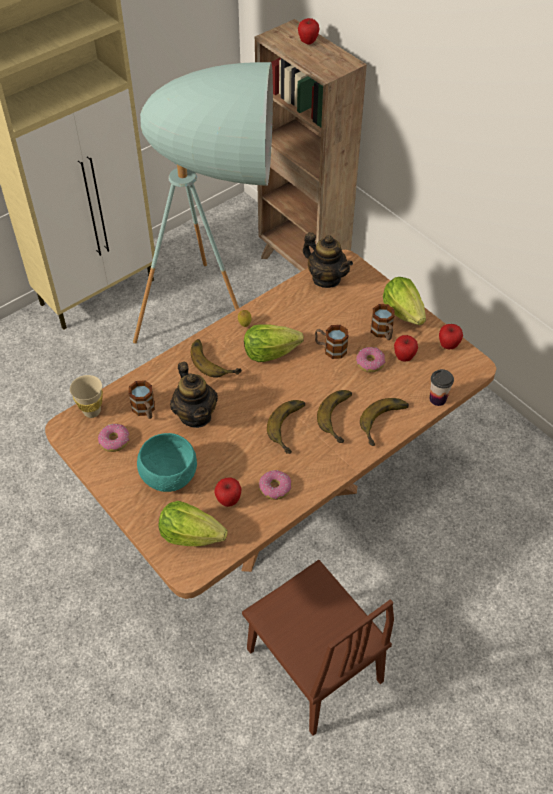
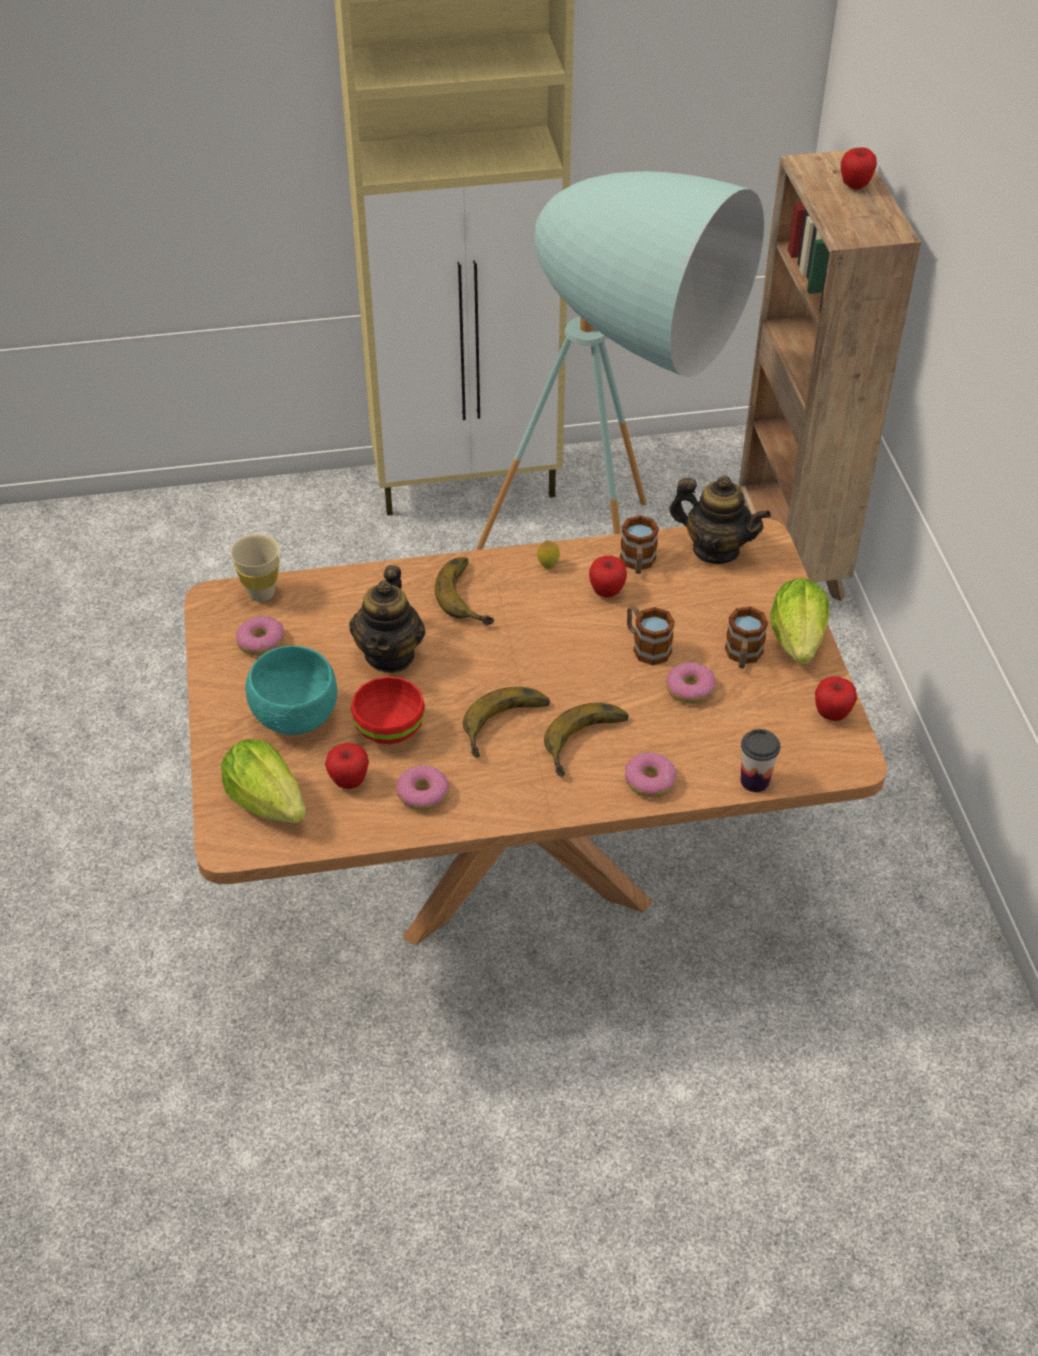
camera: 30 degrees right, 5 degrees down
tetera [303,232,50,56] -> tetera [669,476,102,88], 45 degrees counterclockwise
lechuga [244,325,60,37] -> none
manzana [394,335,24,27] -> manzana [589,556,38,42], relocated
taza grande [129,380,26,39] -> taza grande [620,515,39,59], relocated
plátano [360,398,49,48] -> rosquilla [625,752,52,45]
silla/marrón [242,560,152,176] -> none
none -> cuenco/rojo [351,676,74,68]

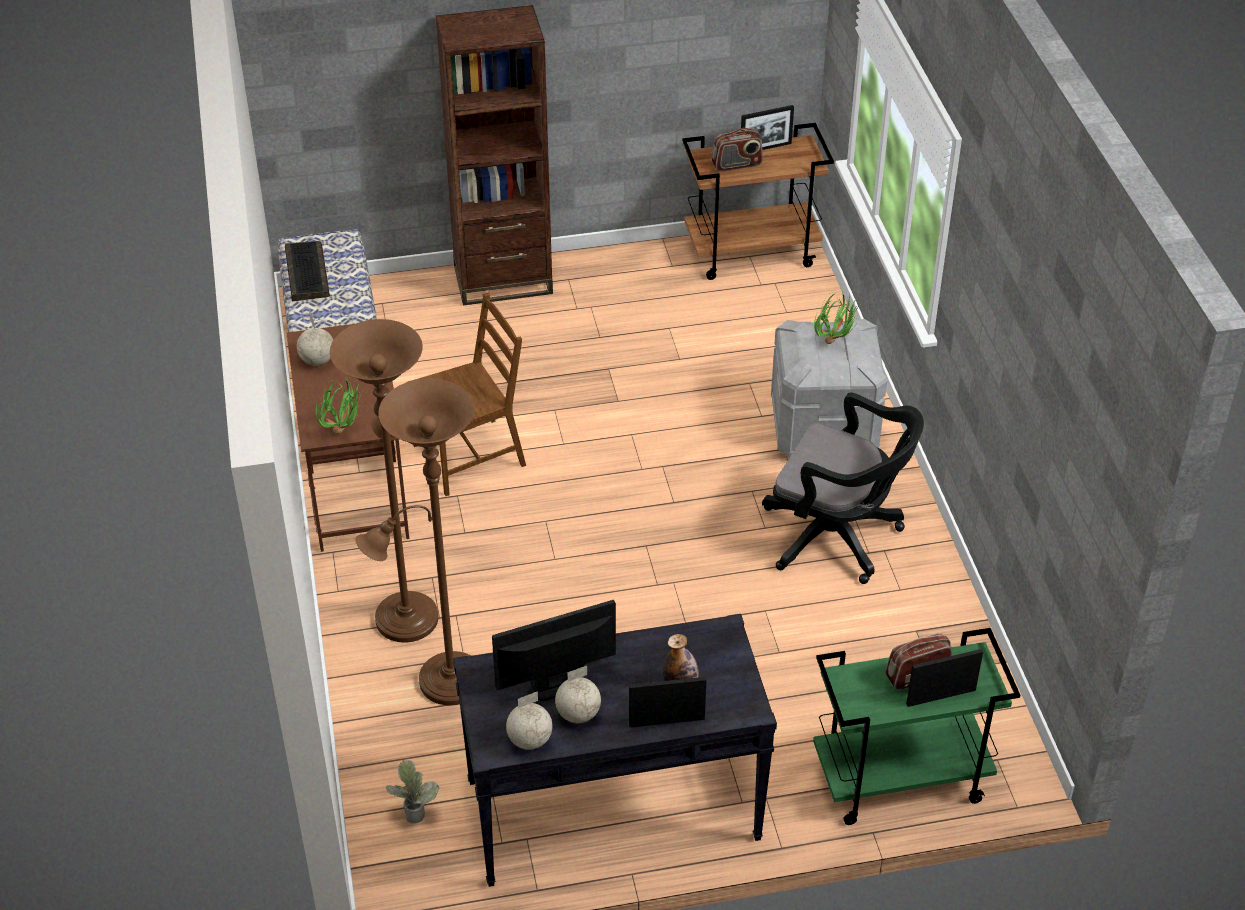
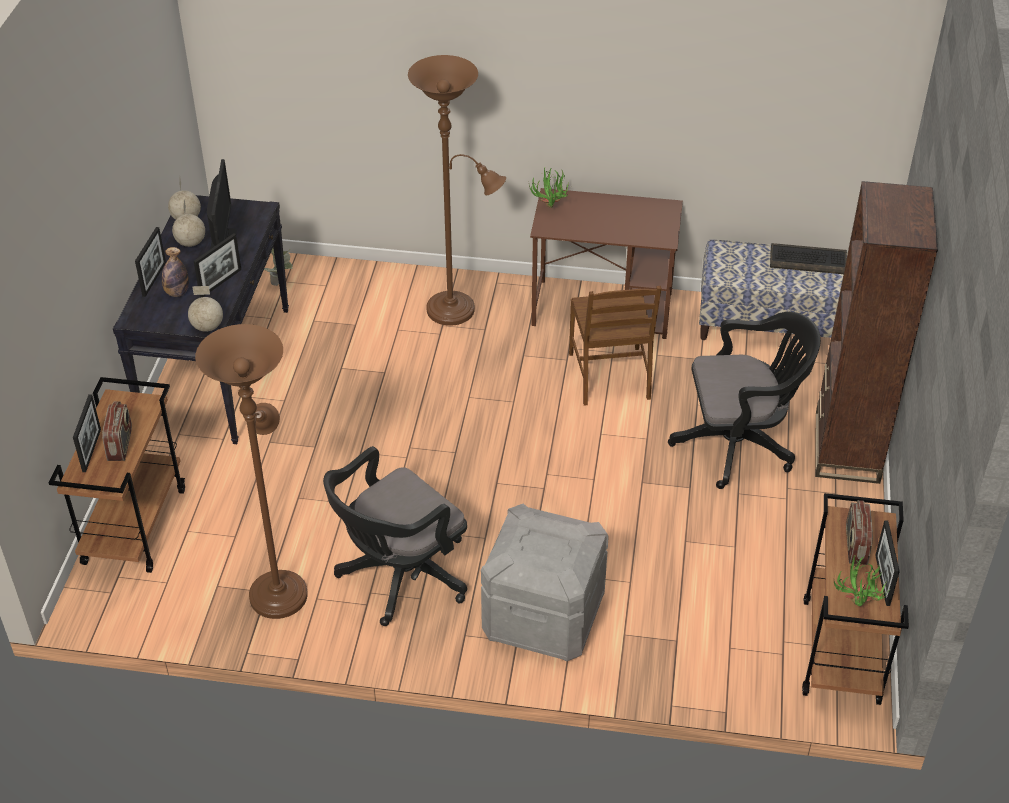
camera: 110 degrees right, 0 degrees up
planta en maceta [814,292,47,52] -> planta en maceta [834,555,58,51], relocated
globo terráqueo [297,312,36,54] -> globo terráqueo [188,286,35,46], relocated
lámpara de pie/marrón [355,378,119,327] -> lámpara de pie/marrón [195,324,113,295], relocated
carrito/verde [813,628,208,197] -> carrito/marrón [49,377,136,196]
none -> portarretratos [194,233,47,64]
none -> silla de oficina/negro [668,312,153,177]

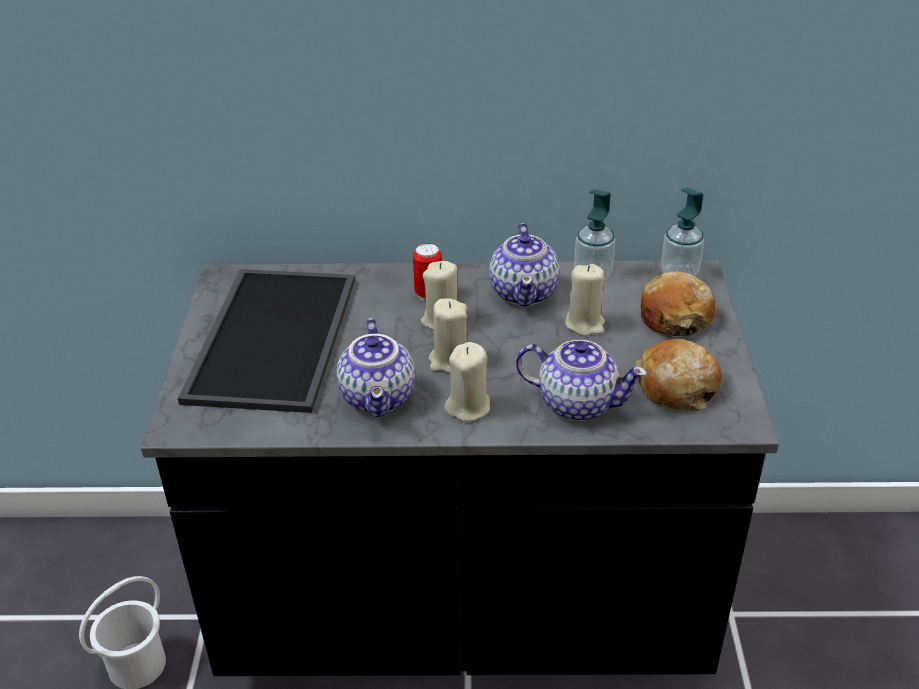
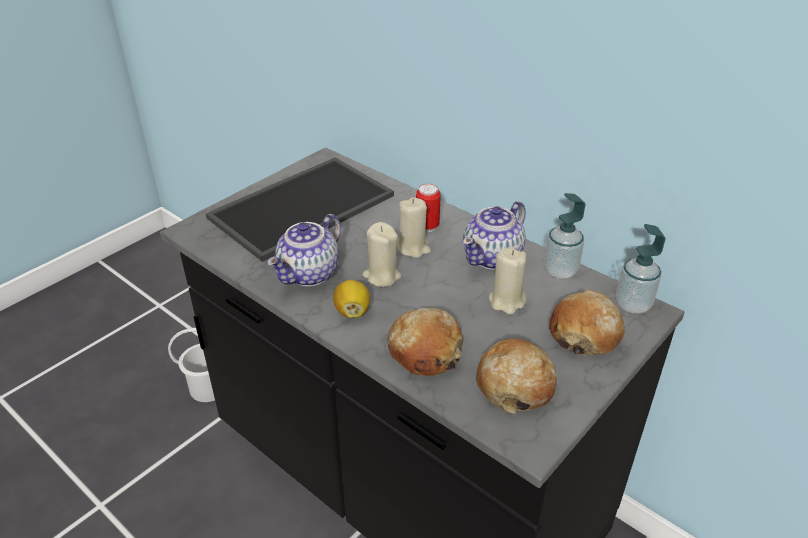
camera: 40 degrees right, 0 degrees up
tetera [516,340,131,81] -> pan [387,308,76,68]
vela/beis [444,342,46,80] -> limón [333,280,37,38]

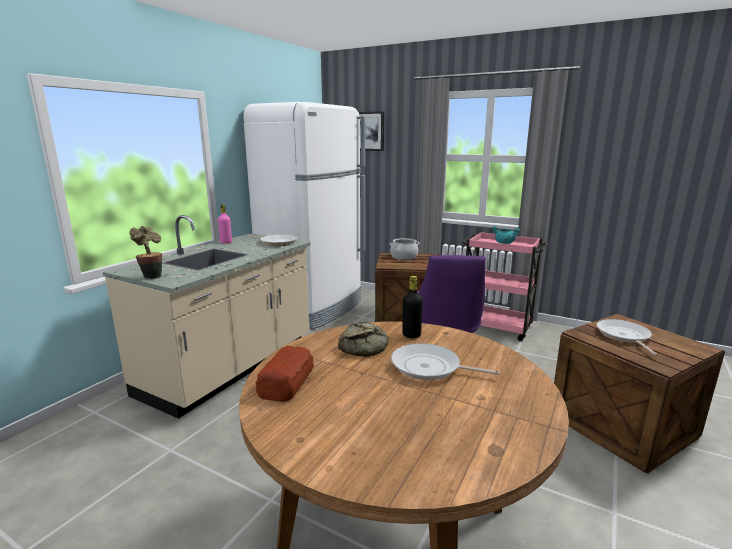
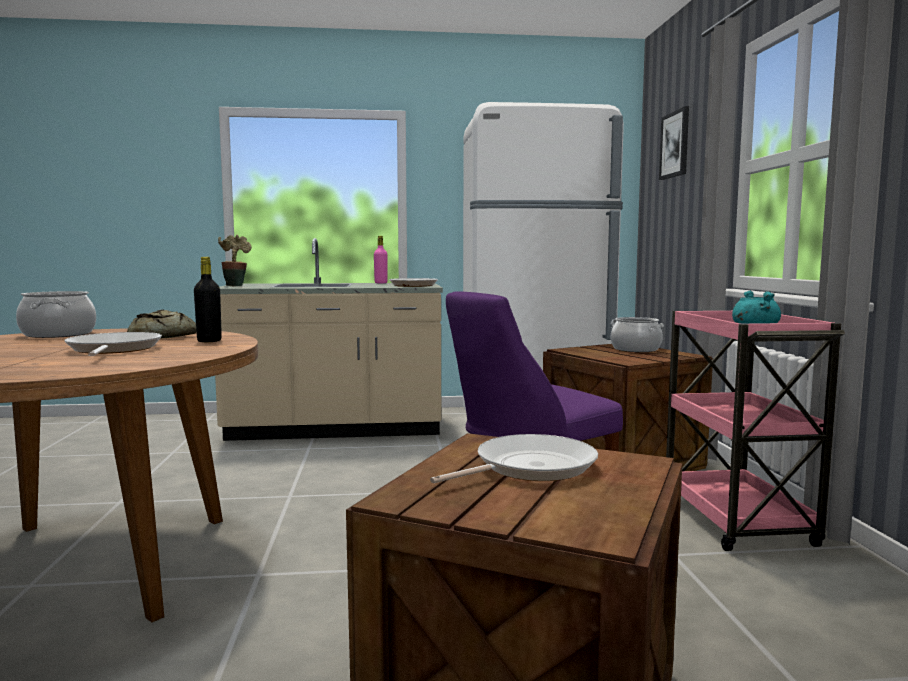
camera: 55 degrees right, 10 degrees down
pan [255,346,59,56] -> olla [16,291,80,47]

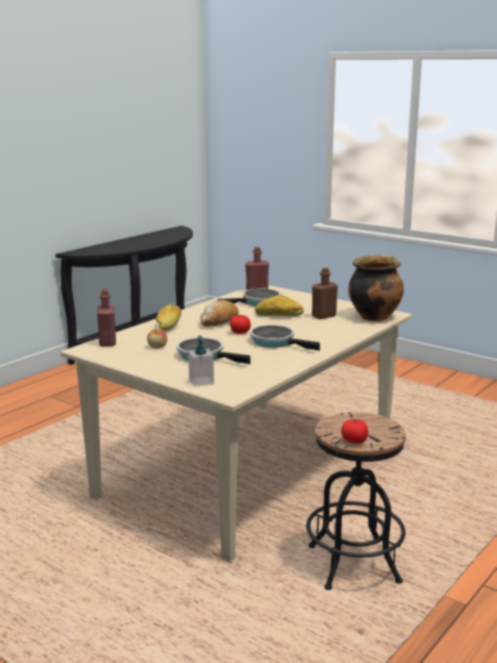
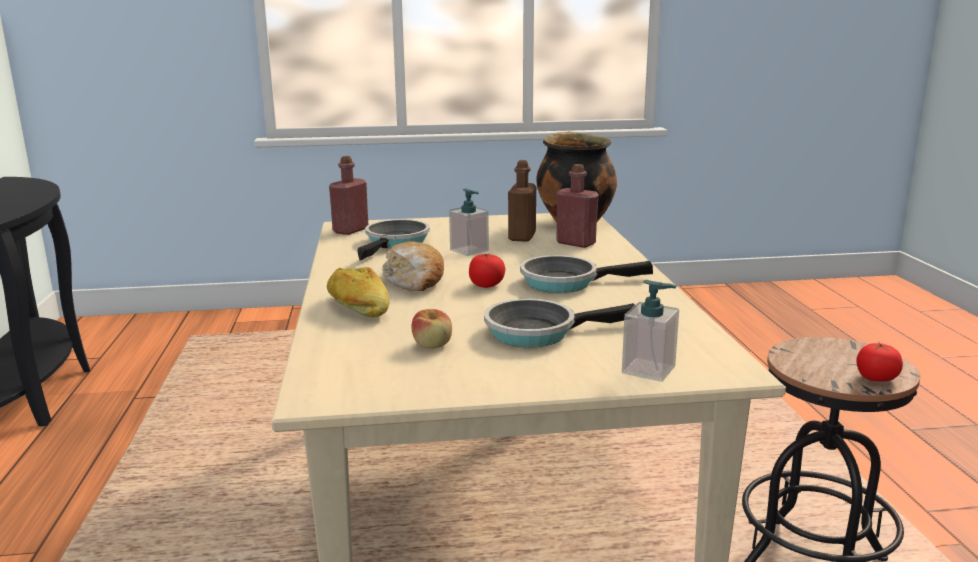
camera: 45 degrees left, 0 degrees up
botella/rojo [97,289,19,57] -> botella/rojo [556,164,43,84], relocated
pan [255,295,49,21] -> dispensador de jabón [449,189,40,67]

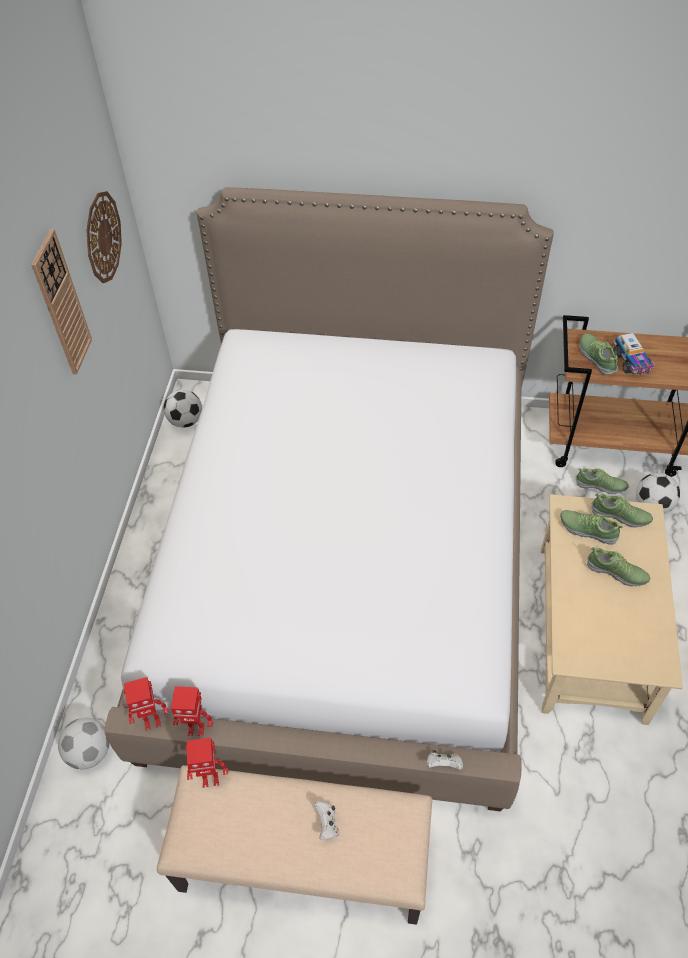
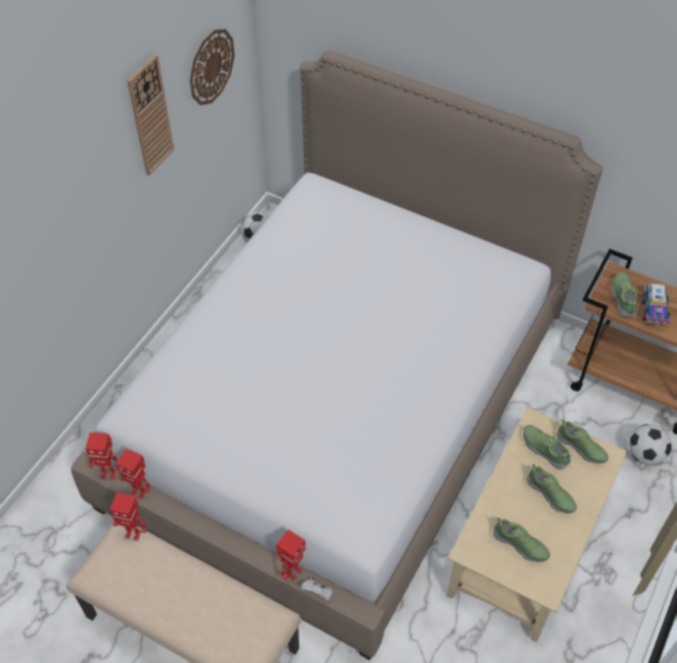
camera: 20 degrees right, 0 degrees up
zapato [576,468,53,26] -> zapato [493,518,57,44], relocated
balón de fútbol [58,718,52,51] -> none
mando de consola/blanco [314,801,25,39] -> none
none -> robot de juguete [276,529,30,52]

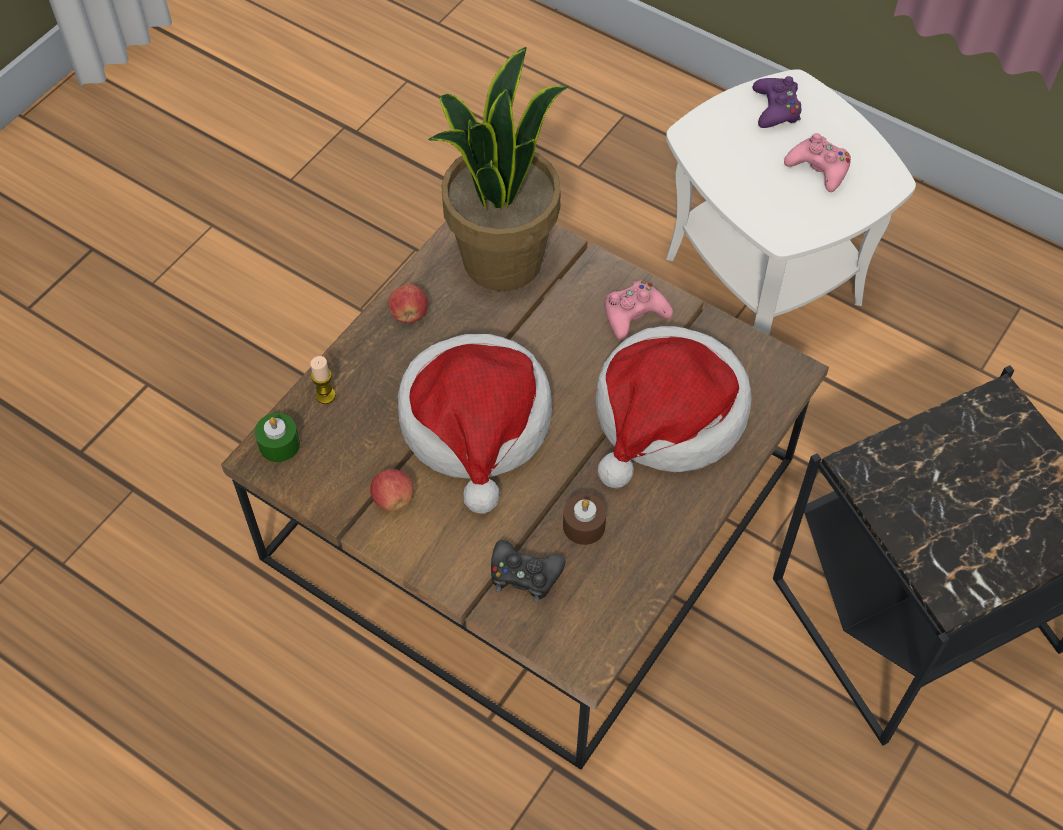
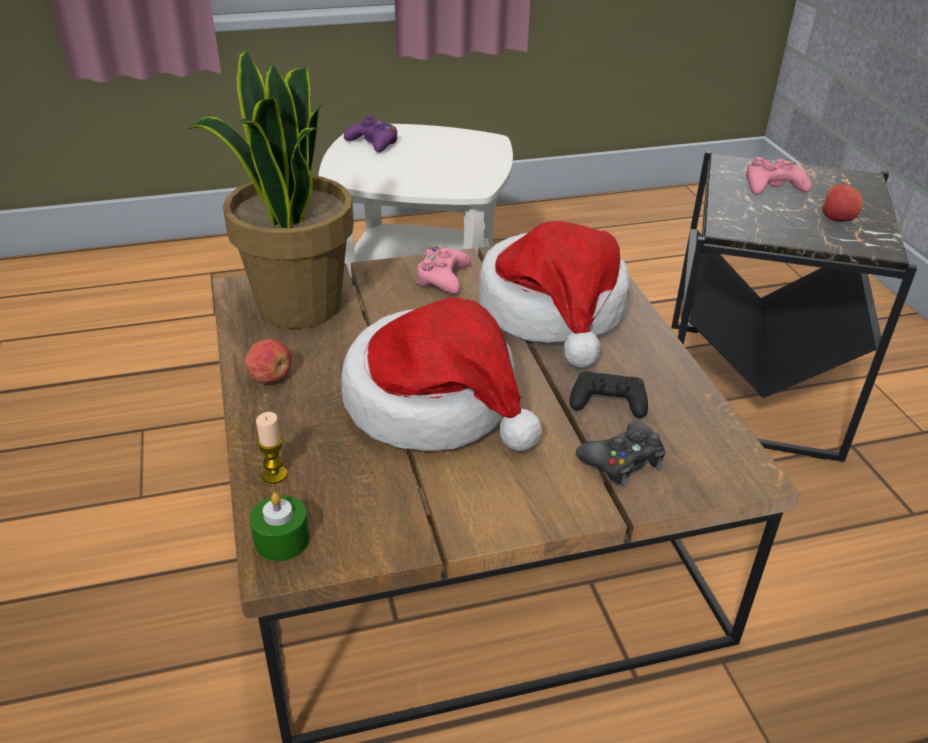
camera: 50 degrees left, 20 degrees down
mando de consola/rosa [784,133,67,59] -> mando de consola/rosa [746,157,65,38], relocated
manzana [370,469,44,42] -> manzana [822,184,41,38], relocated
vela/marrón [563,494,43,51] -> mando de consola/negro [570,371,78,47]

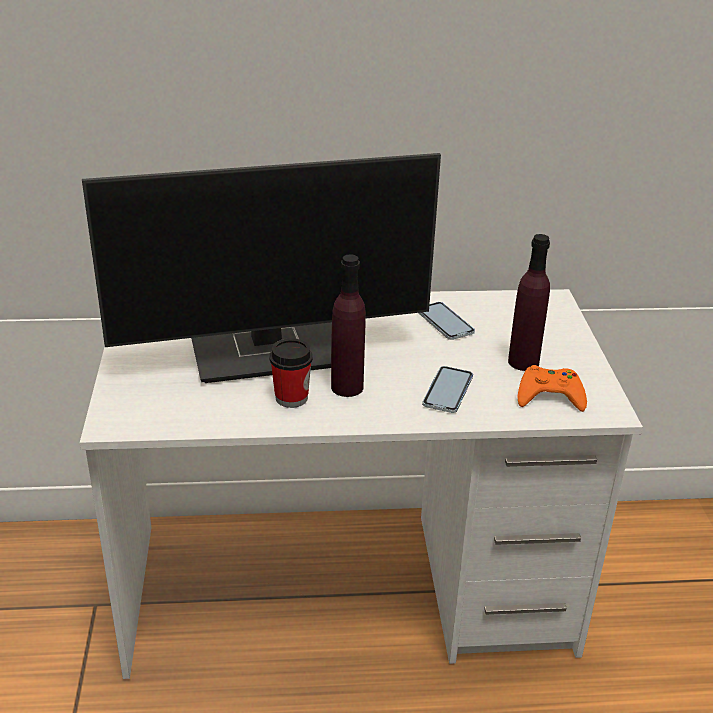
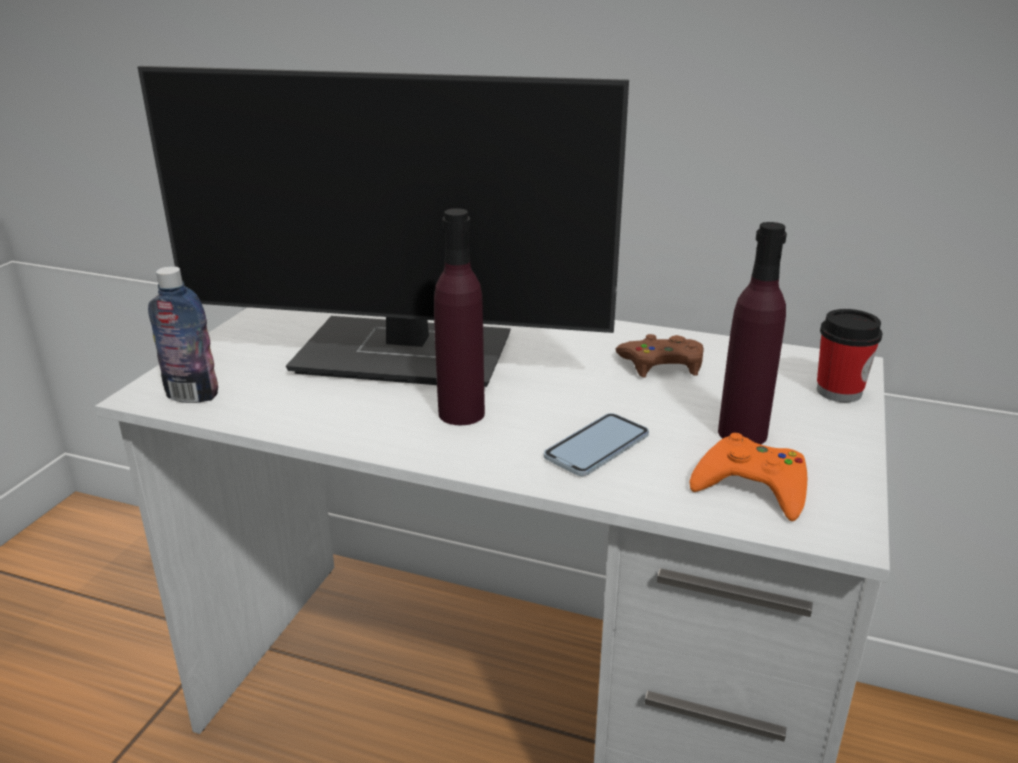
camera: 25 degrees right, 5 degrees down
móvil [419,302,56,38] -> mando de consola/marrón [615,334,89,43]
taza [270,338,43,70] -> taza [817,309,65,93], relocated
none -> botella [148,266,70,137]

